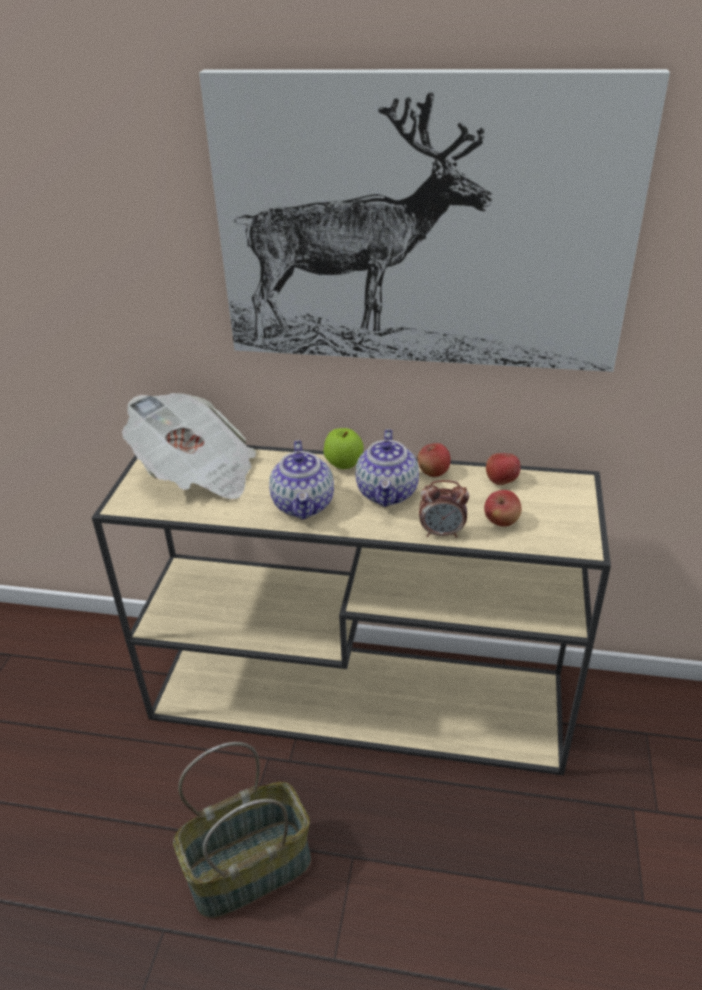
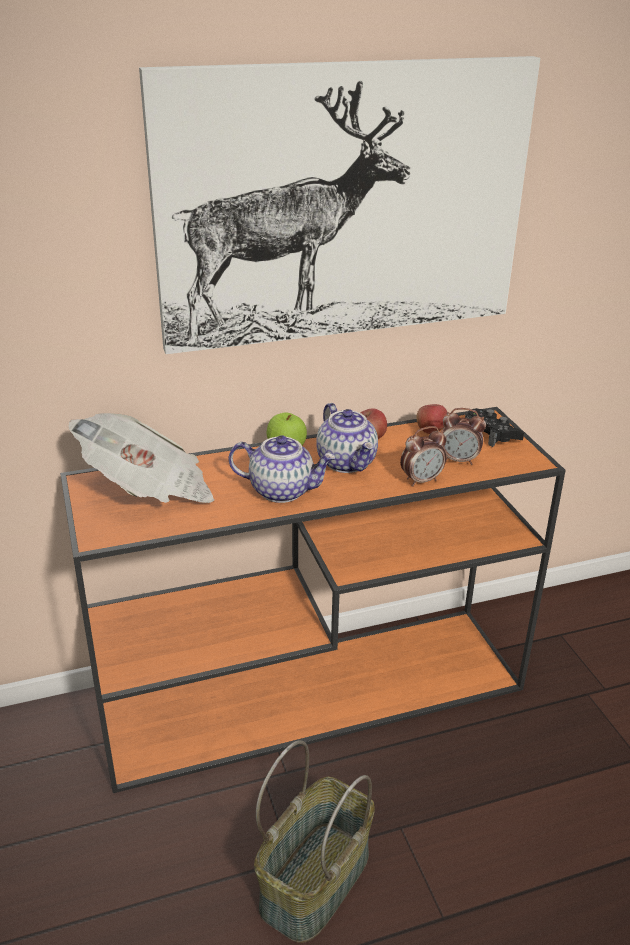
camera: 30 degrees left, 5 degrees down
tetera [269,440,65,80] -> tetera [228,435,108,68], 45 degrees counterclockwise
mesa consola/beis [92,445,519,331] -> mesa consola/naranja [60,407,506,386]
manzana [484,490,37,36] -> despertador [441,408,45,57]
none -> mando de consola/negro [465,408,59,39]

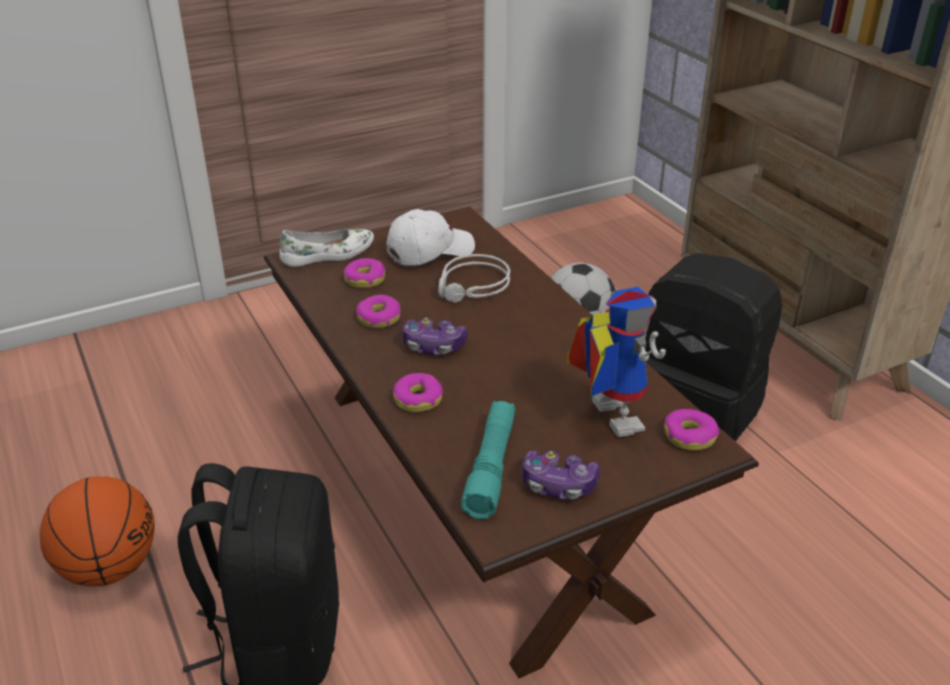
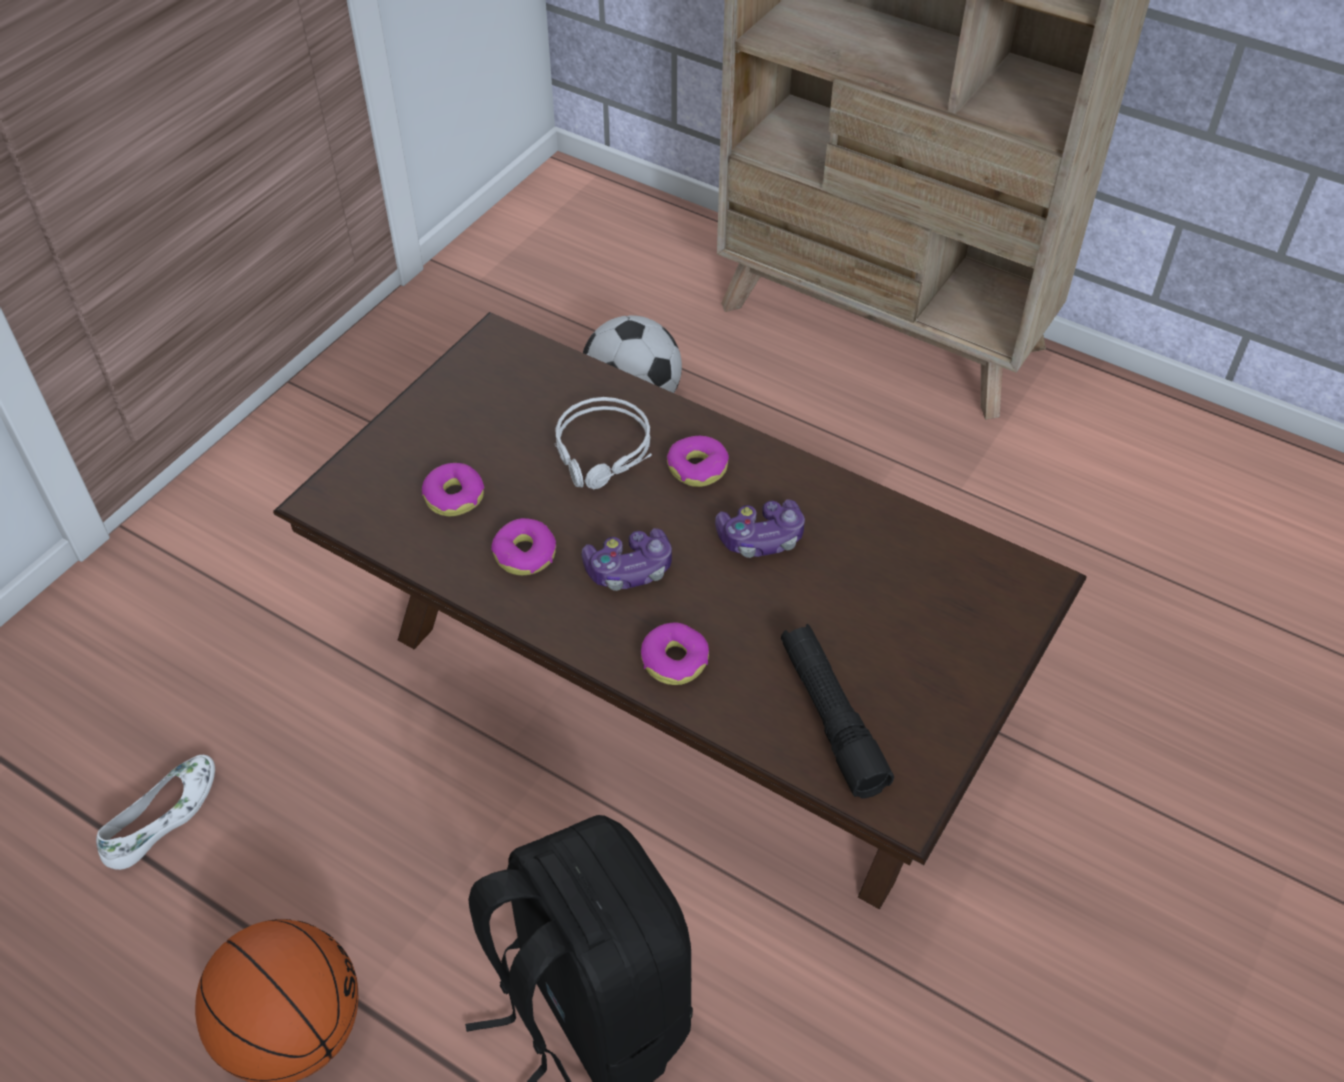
camera: 30 degrees left, 15 degrees up
gorra/blanco [386,209,89,57] -> none
zapato/blanco [279,229,95,38] -> zapato/blanco [96,755,119,115], relocated
mochila/negro [645,253,137,188] -> none
robot de juguete [566,287,100,150] -> none
linterna/turquesa [461,401,54,119] -> linterna/negro [781,624,113,174]
rosquilla [664,409,55,41] -> rosquilla [667,436,62,51], relocated
mando de consola [522,450,78,49] -> mando de consola [715,499,90,59], relocated

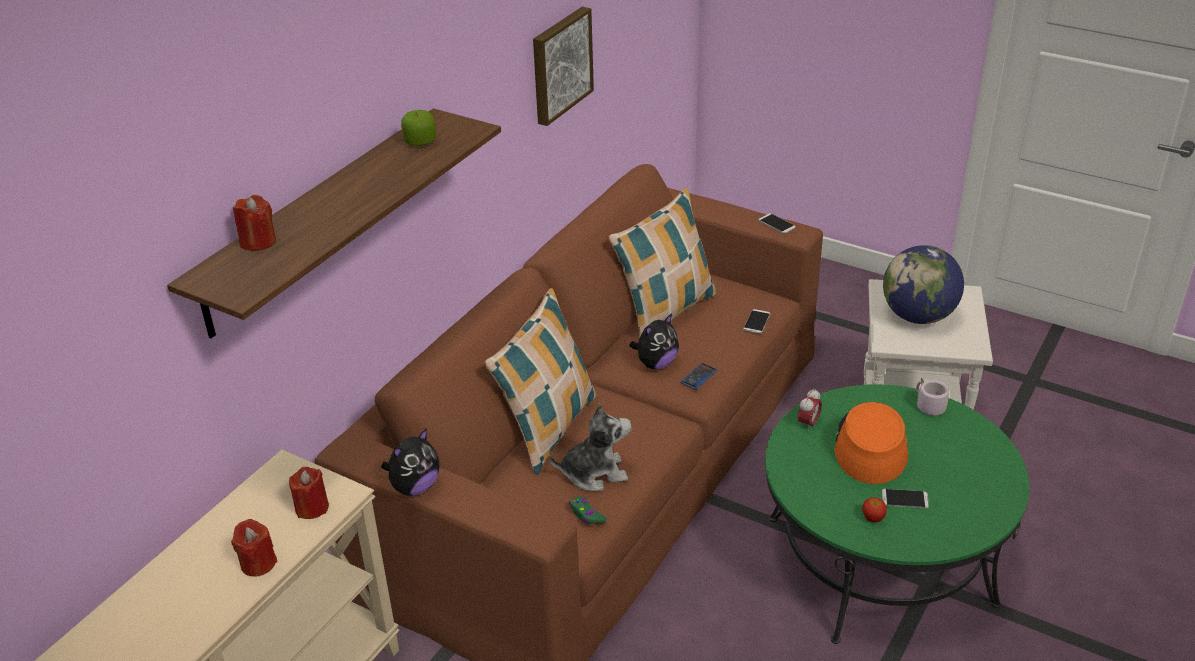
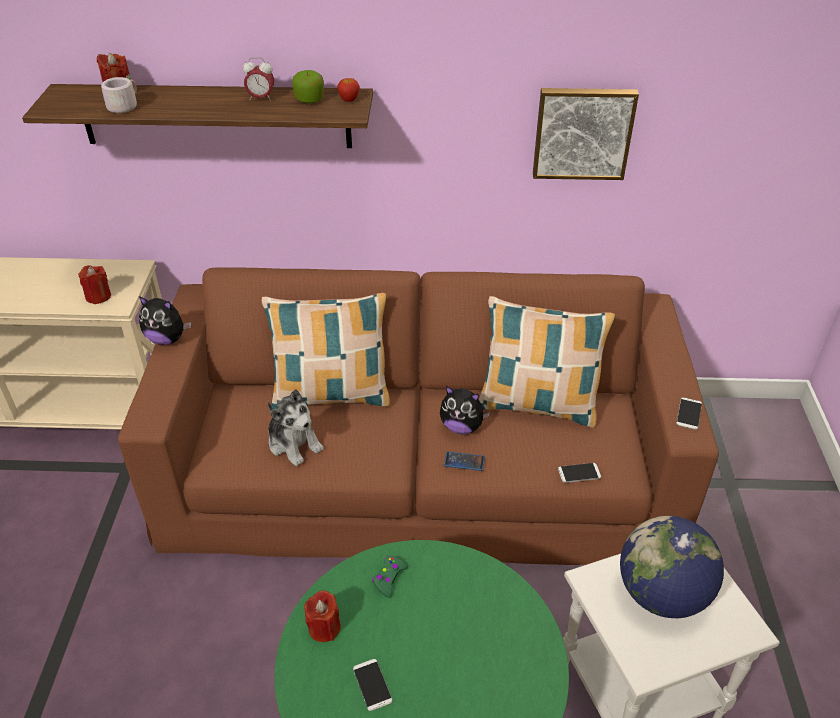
camera: 60 degrees right, 5 degrees up
taza grande/gris [916,378,33,45] -> taza grande/gris [97,74,40,39], relocated
despertador [798,388,24,43] -> despertador [243,57,31,44], relocated
sombrero/naranja [834,402,75,82] -> none
mando de consola/verde [569,496,38,28] -> mando de consola/verde [372,555,36,43], relocated
manzana [862,497,25,26] -> manzana [337,78,23,24], relocated
vela/rojo [231,519,47,58] -> vela/rojo [304,590,37,52], relocated

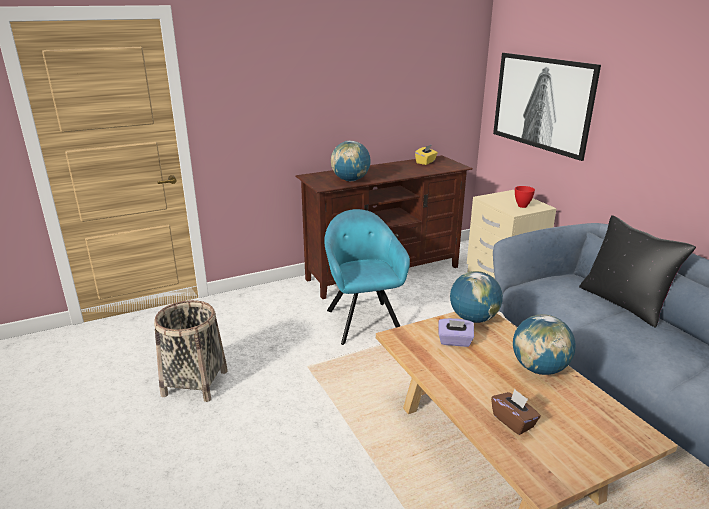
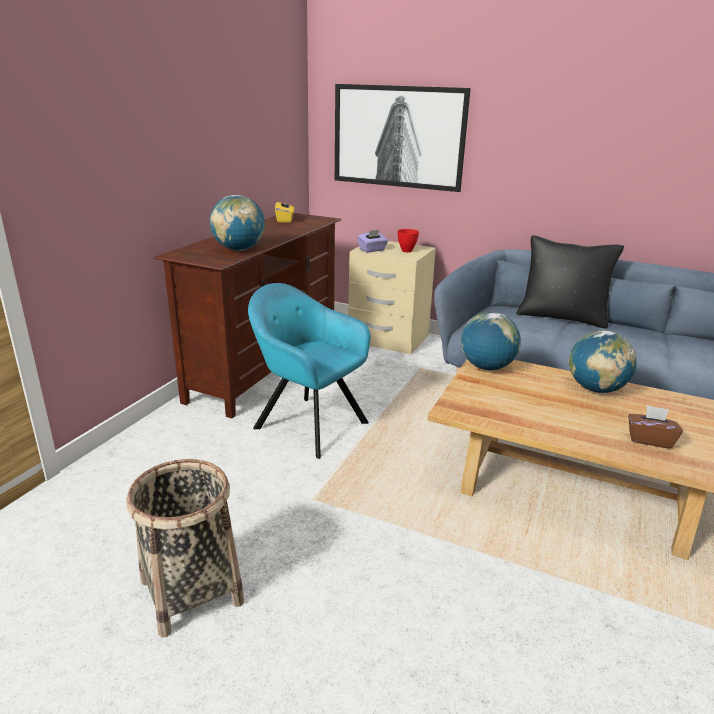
camera: 40 degrees left, 0 degrees up
caja de pañuelos/morado [439,318,35,29] -> caja de pañuelos/morado [357,230,31,23], relocated

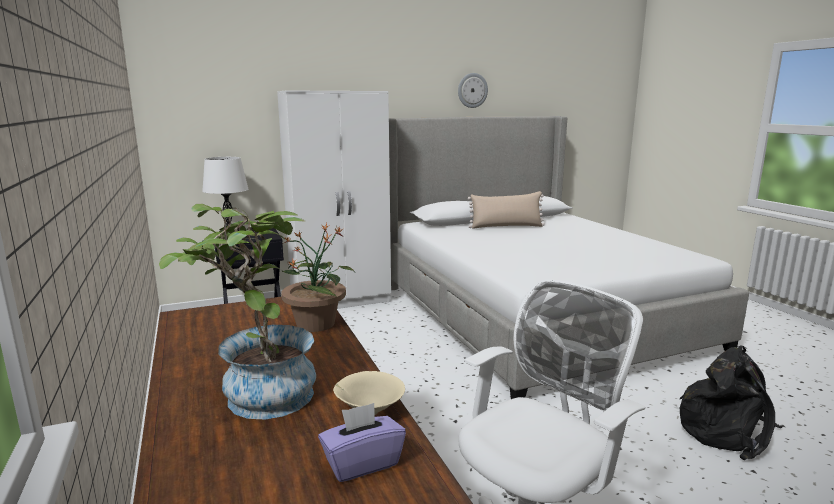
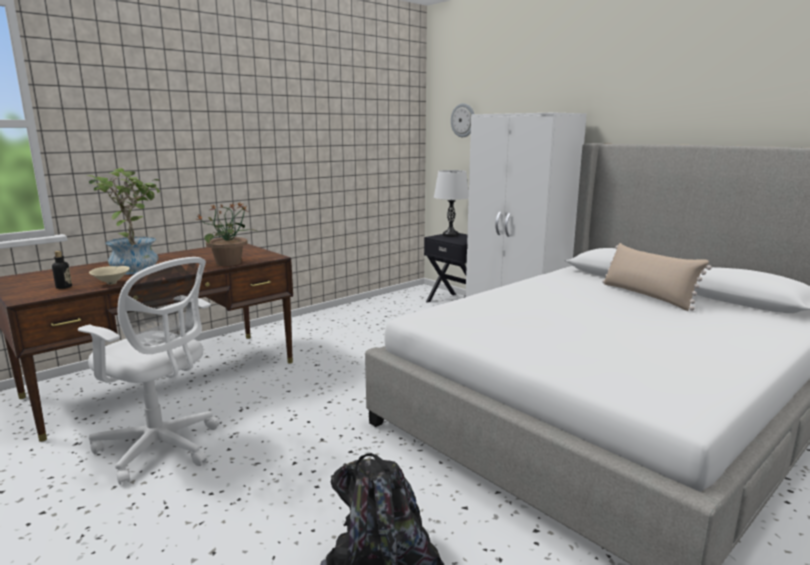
camera: 70 degrees right, 0 degrees up
reloj de pared [458,73,30,35] -> reloj de pared [451,103,23,34], relocated
caja de pañuelos/morado [318,403,88,79] -> botella [52,251,20,38]

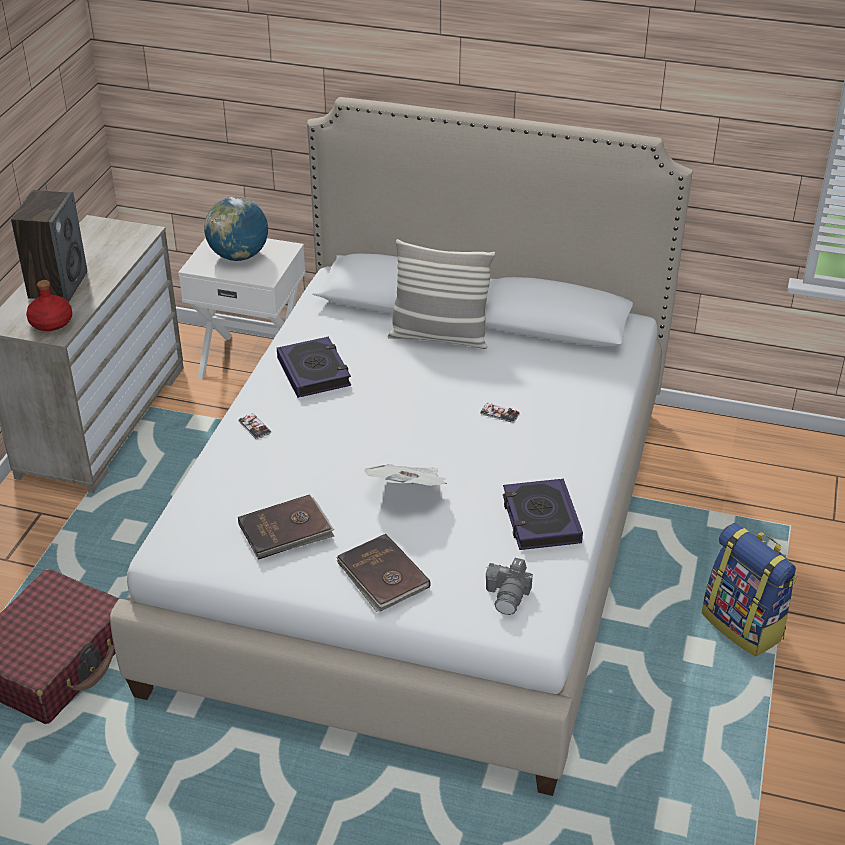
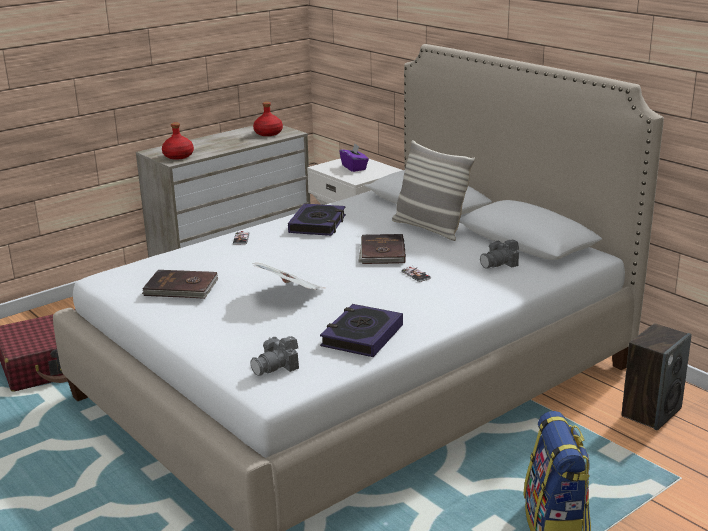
camera: 35 degrees right, 15 degrees down
altavoz [11,190,76,112] -> altavoz [622,323,70,107], relocated
globo terráqueo [204,197,64,64] -> caja de pañuelos/morado [340,143,29,29]
libro/marrón [336,533,95,79] -> libro/marrón [358,234,48,30], relocated
none -> botella/rojo [253,102,30,34]
none -> cámara [480,240,39,29]

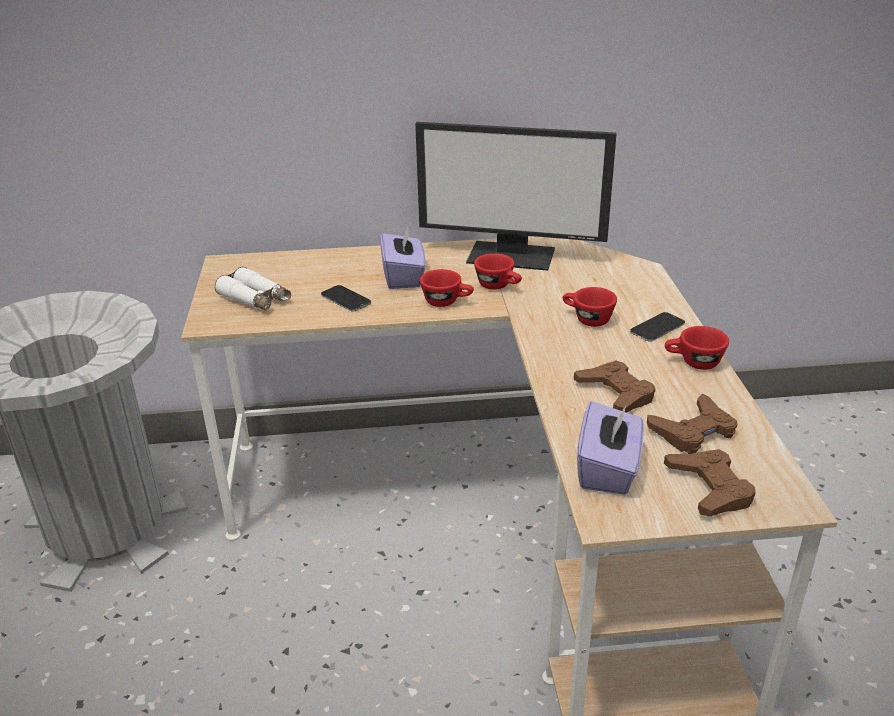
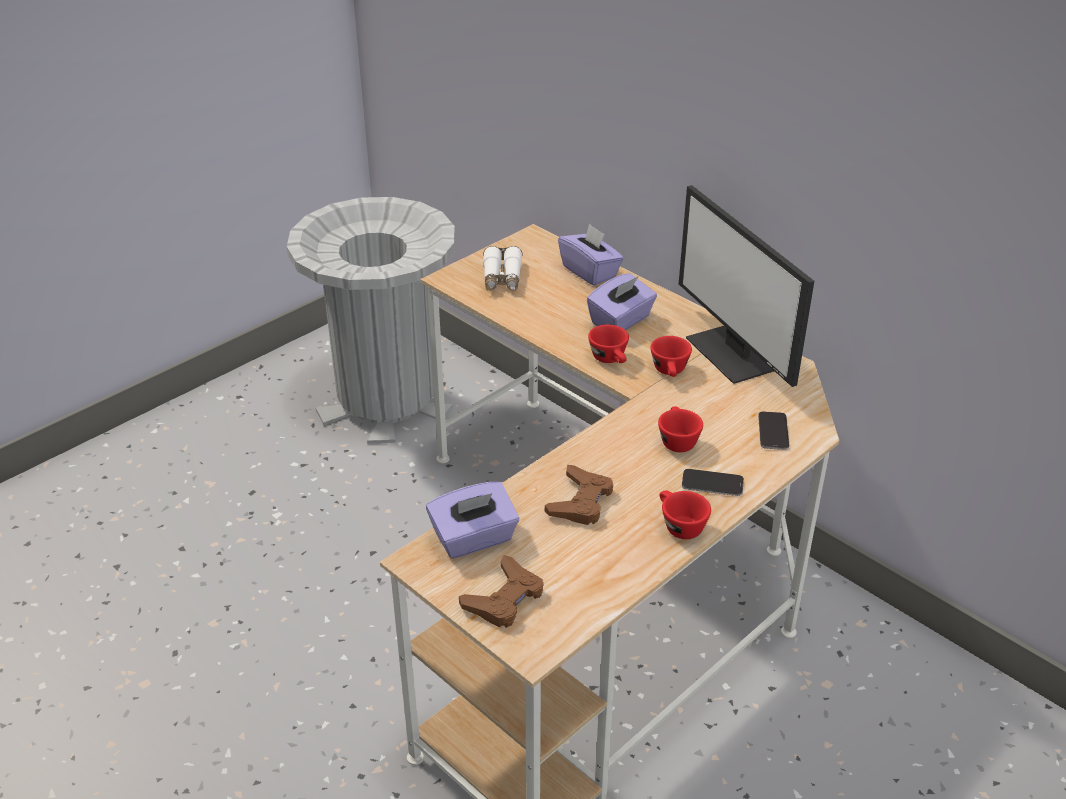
camera: 50 degrees right, 5 degrees up
móvil [321,285,50,27] -> móvil [758,412,31,38], relocated
mando de consola/marrón [647,393,91,61] -> none
none -> caja de pañuelos/morado [558,223,66,63]

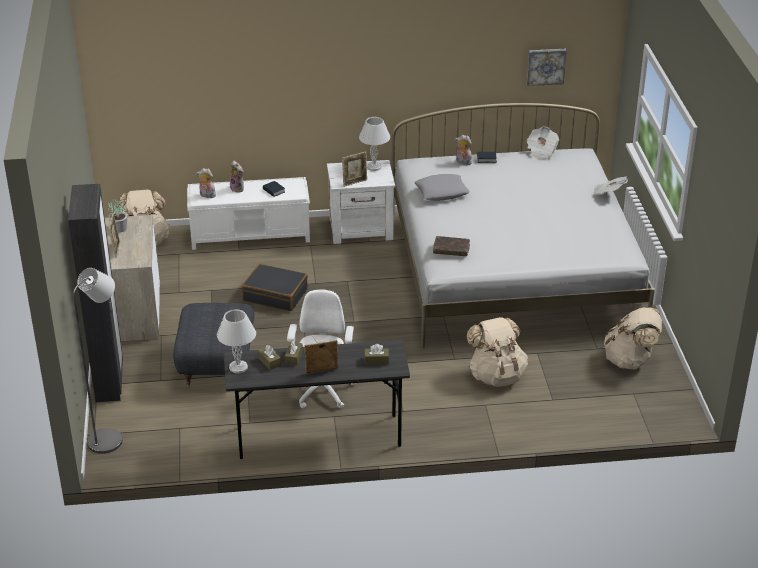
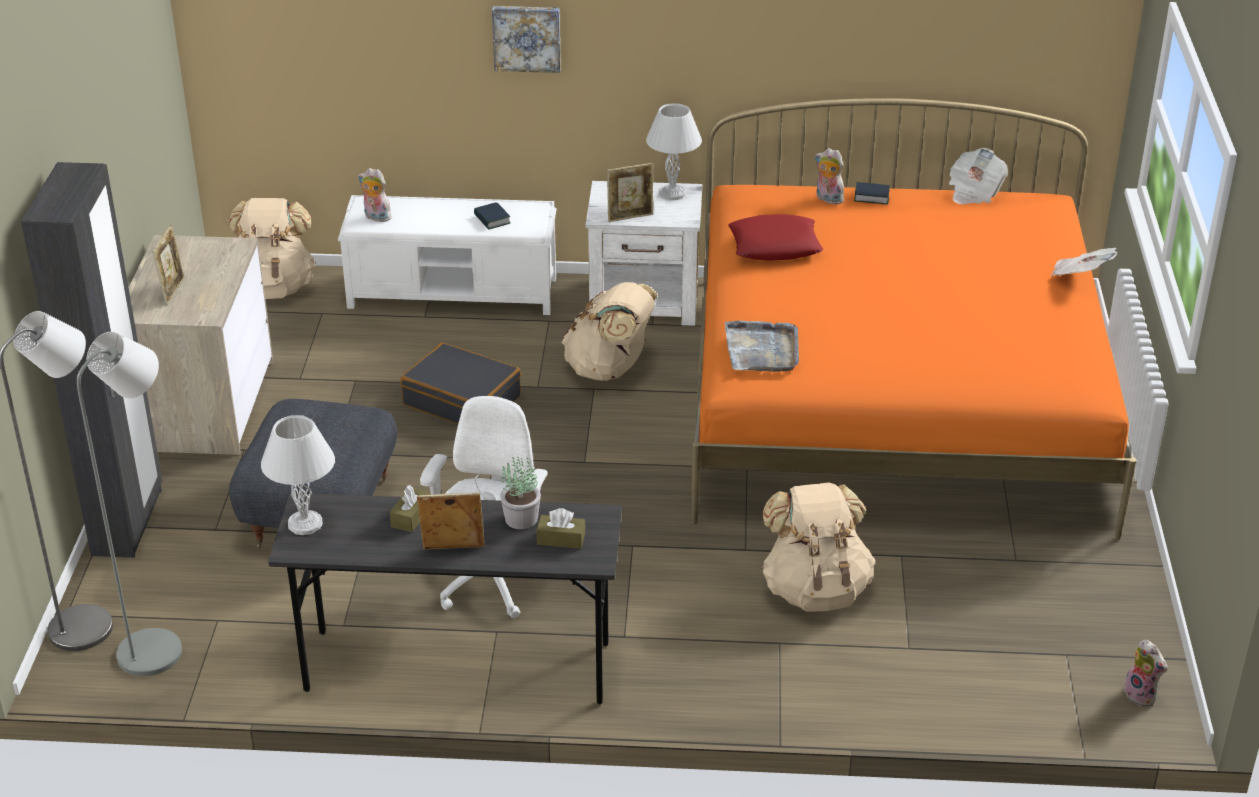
camera: 10 degrees right, 0 degrees up
cuadro [527,49,40,37] -> cuadro [492,6,69,67], relocated
cama/blanco [391,103,264,246] -> cama/naranja [692,98,445,442]
peluche [230,161,14,32] -> peluche [1123,640,45,66], relocated
cojín/gris [414,174,56,27] -> cojín/rojo [728,214,95,47]
planta en maceta [108,196,20,37] -> planta en maceta [500,456,41,73], relocated
libro/marrón [433,236,37,20] -> bandeja/gris [725,320,74,52]
mochila/beis [604,307,58,62] -> mochila/beis [562,282,96,99], relocated
caja de pañuelos/marrón [258,345,23,25] -> none
none -> lámpara de pie/gris [77,332,105,344]

